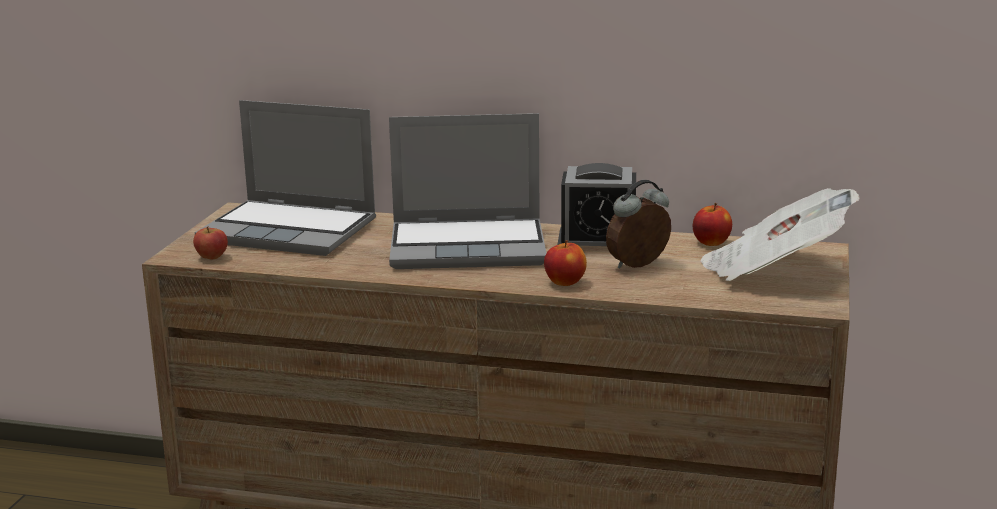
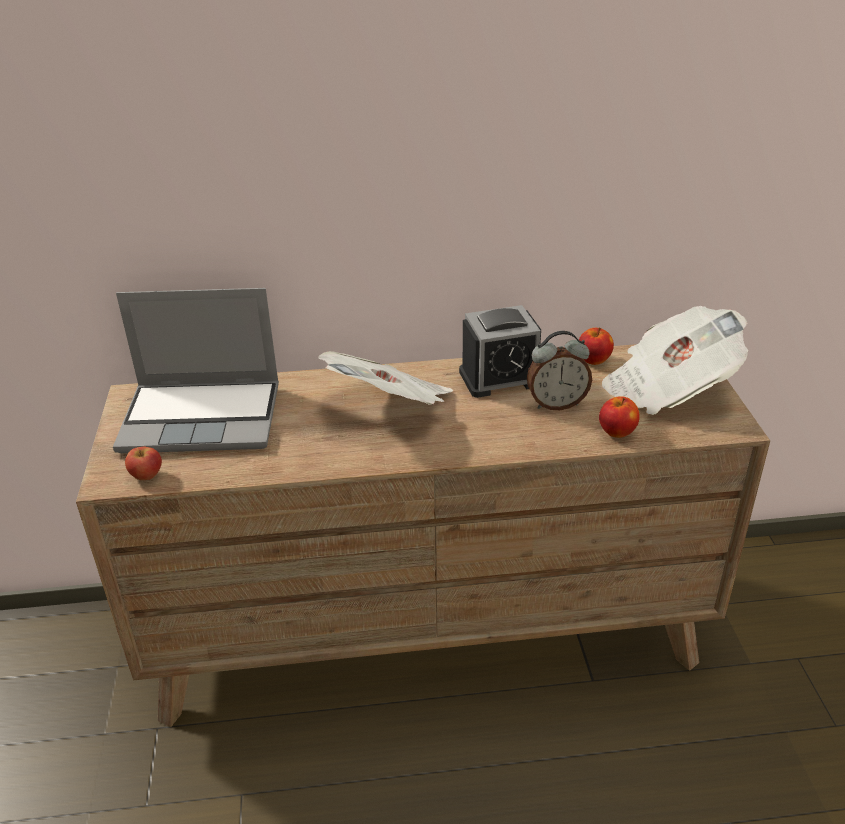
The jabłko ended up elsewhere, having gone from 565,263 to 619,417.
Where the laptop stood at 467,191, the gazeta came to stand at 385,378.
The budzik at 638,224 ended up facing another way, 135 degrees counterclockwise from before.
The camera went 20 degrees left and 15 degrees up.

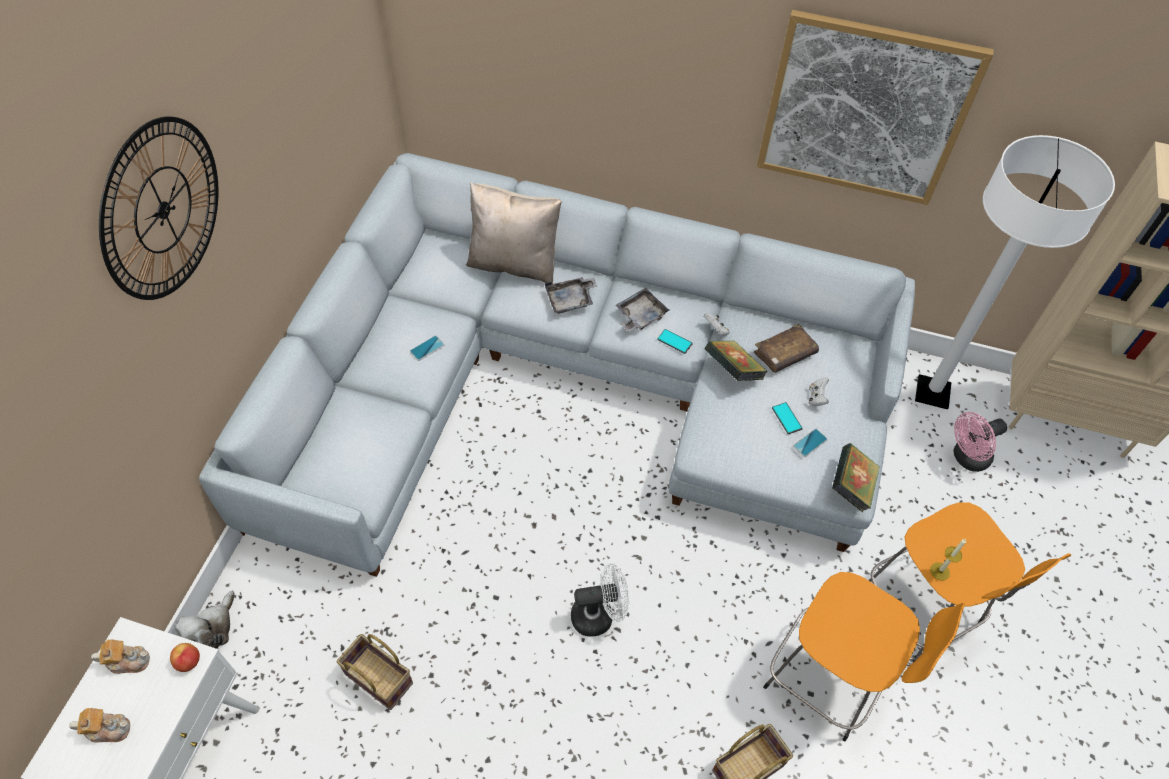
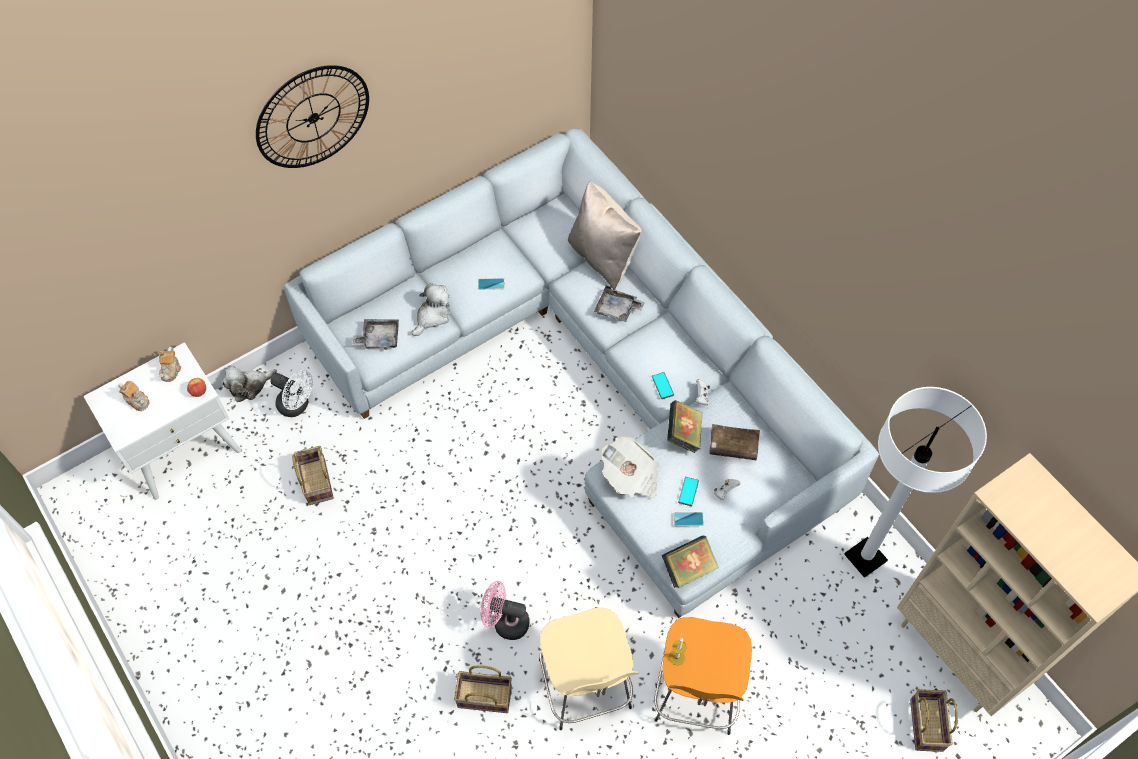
The second view lost the obraz at 875,107.
The second view gained the pluszak at 431,309.
The second view gained the gazeta at 630,467.
The second view gained the koszyk at 934,720.
The wentylator (biały) ended up elsewhere, having gone from 600,600 to 292,393.
The taca (szary) ended up elsewhere, having gone from 642,310 to 375,334.
The wentylator (różowy) ended up elsewhere, having gone from 980,442 to 505,610.
What was the stołek (pomarańczowy) at 864,657 turned into the stołek (beżowy) at 589,669.
The imbryk at 120,656 ended up facing another way, 60 degrees clockwise from before.
The camera went 40 degrees right and 5 degrees up.

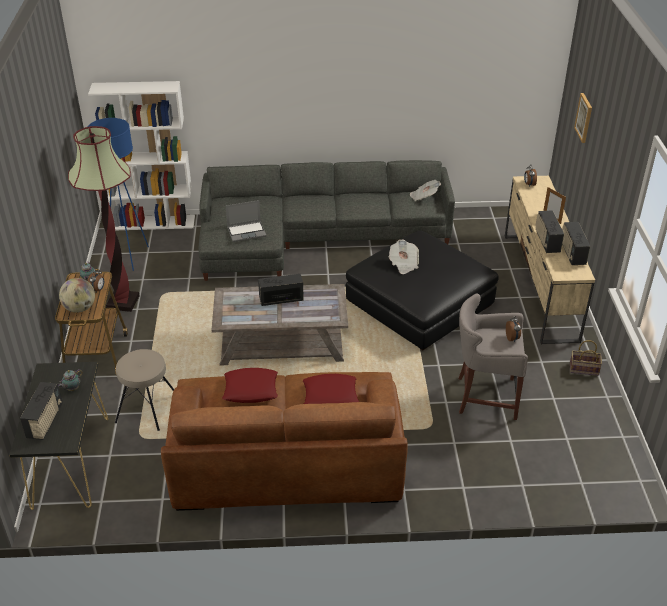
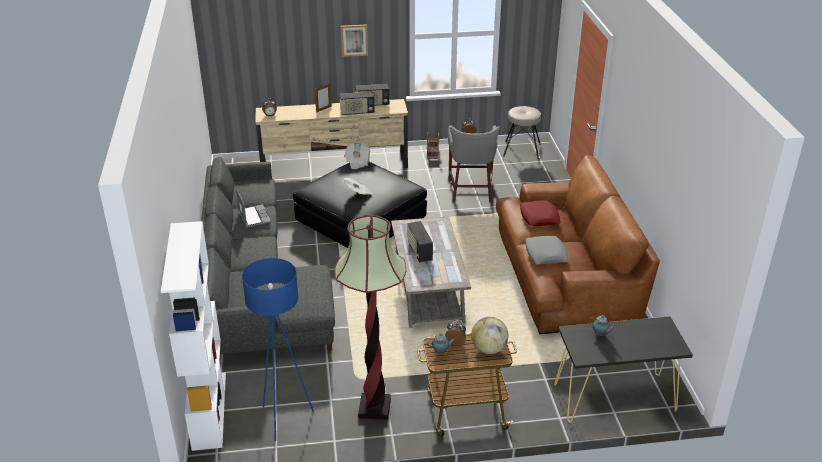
The second view lost the radio at 41,411.
The stołek (beżowy) ended up elsewhere, having gone from 144,390 to 522,133.
The laptop ended up elsewhere, having gone from 246,221 to 253,208.
The gazeta ended up elsewhere, having gone from 425,190 to 357,155.
The obraz ended up elsewhere, having gone from 583,118 to 354,40.
What was the poduszka (czerwony) at 250,385 turned into the poduszka (szary) at 546,250.
The camera went 95 degrees left and 5 degrees down.

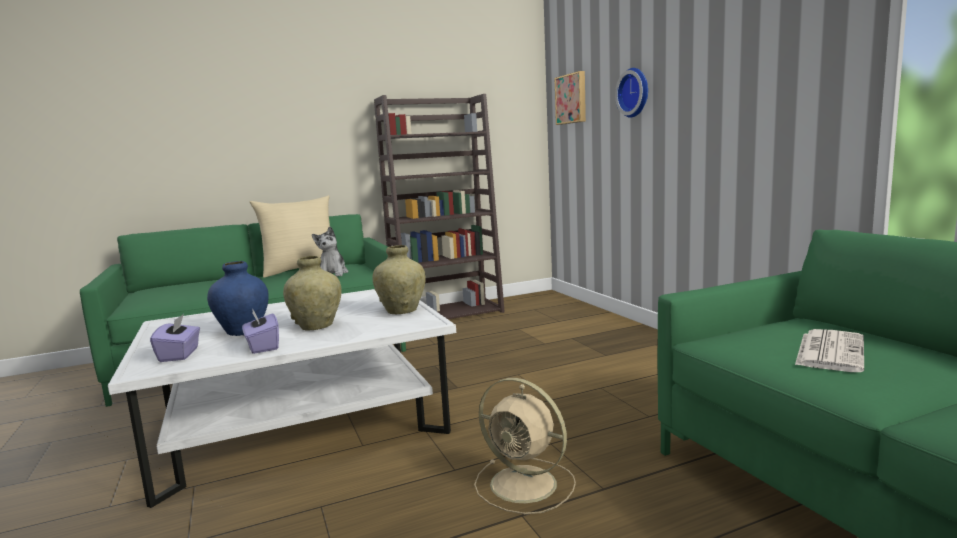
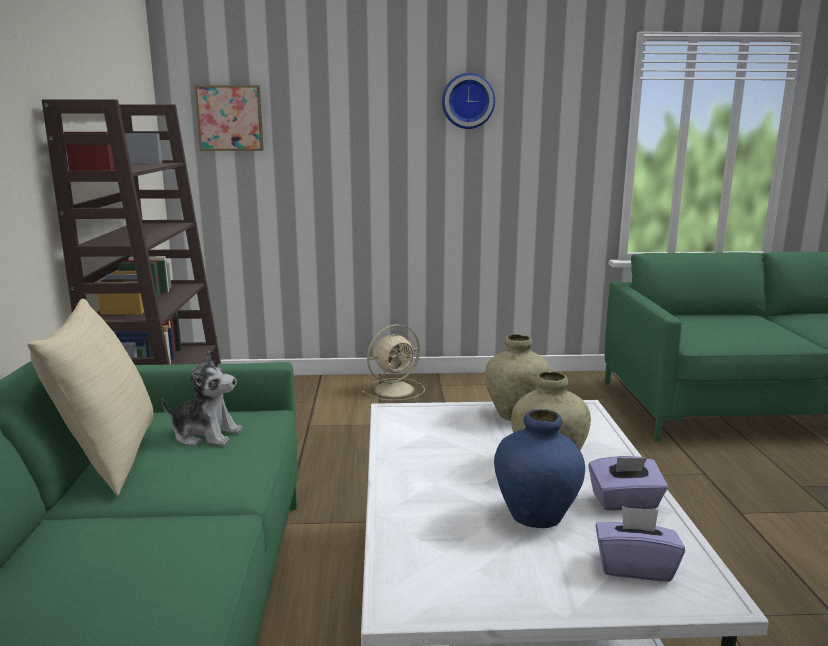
The second view lost the gazeta at 829,350.
The wentylator (beżowy) ended up elsewhere, having gone from 525,446 to 393,362.
The zegar ścienny ended up elsewhere, having gone from 631,93 to 468,101.
The camera went 70 degrees left and 5 degrees up.

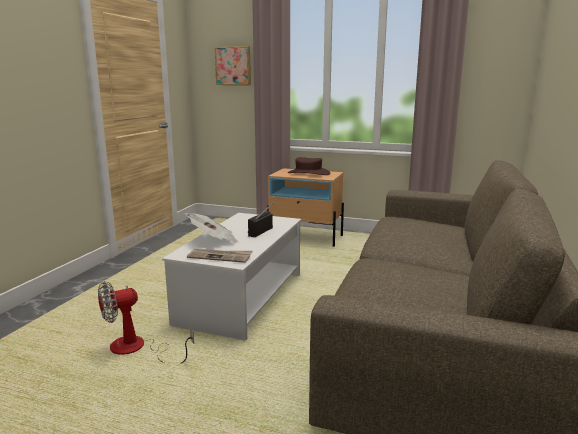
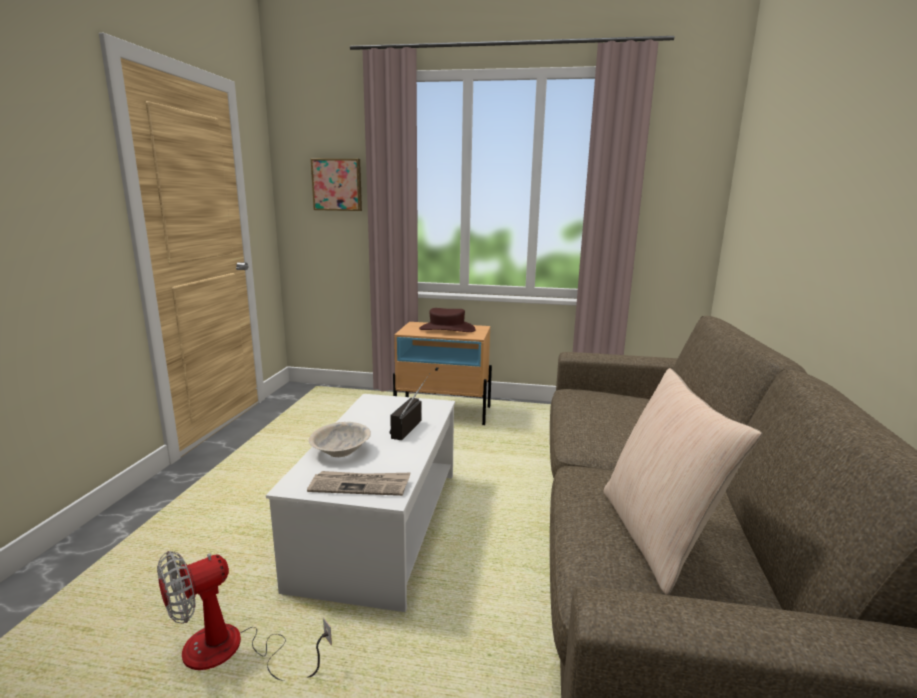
The second view gained the poduszka (beżowy) at 683,481.
Where the gazeta stood at 212,228, the miska (beżowy) came to stand at 340,439.
The camera went 10 degrees left and 0 degrees up.

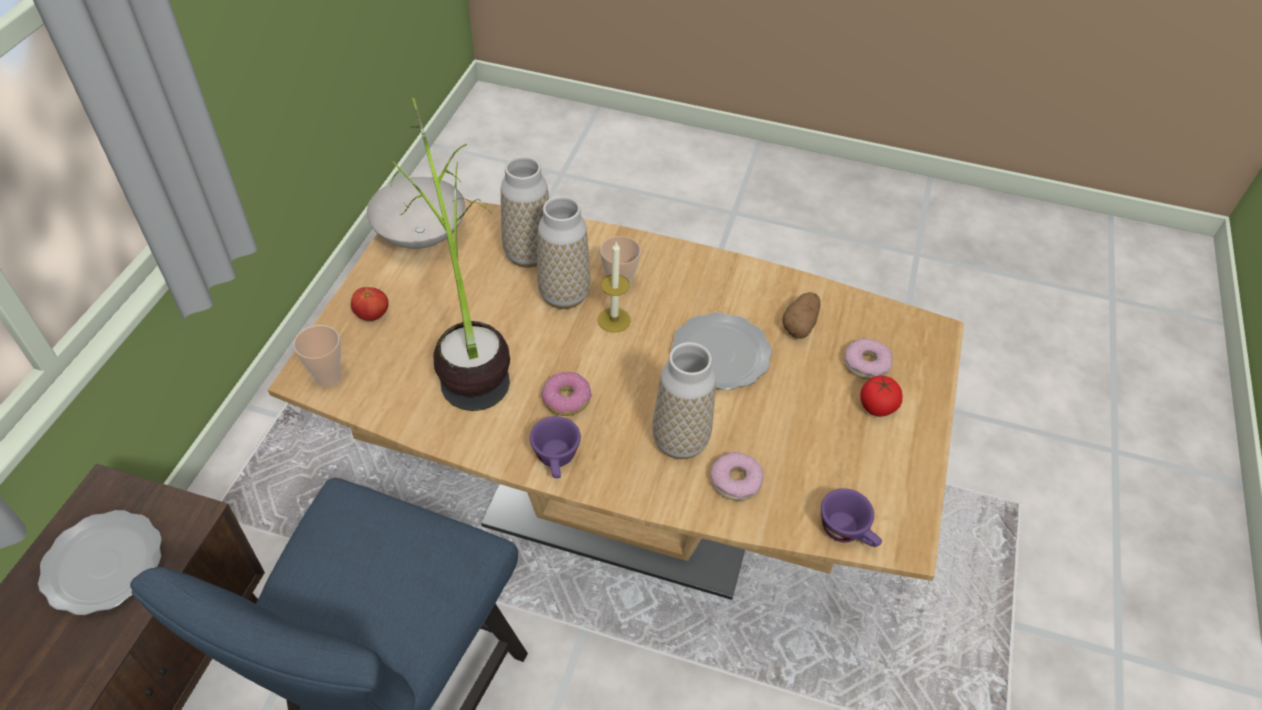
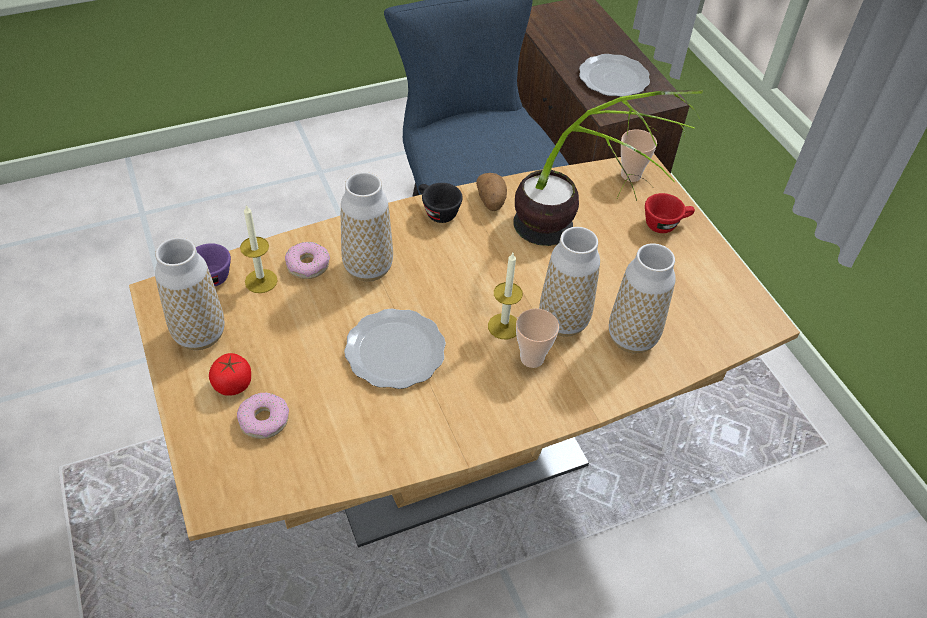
The second view lost the miska (biały) at 416,213.
The second view lost the donut at 567,394.
The second view gained the wazon at 189,293.
The second view gained the świeca at 259,248.
The ziemniak ended up elsewhere, having gone from 802,315 to 491,192.
Where the pomidor stood at 370,304, the filiżanka (czerwony) came to stand at 670,213.
What was the filiżanka (fioletowy) at 555,447 turned into the filiżanka (czarny) at 440,203.
The camera went 140 degrees right and 0 degrees up.

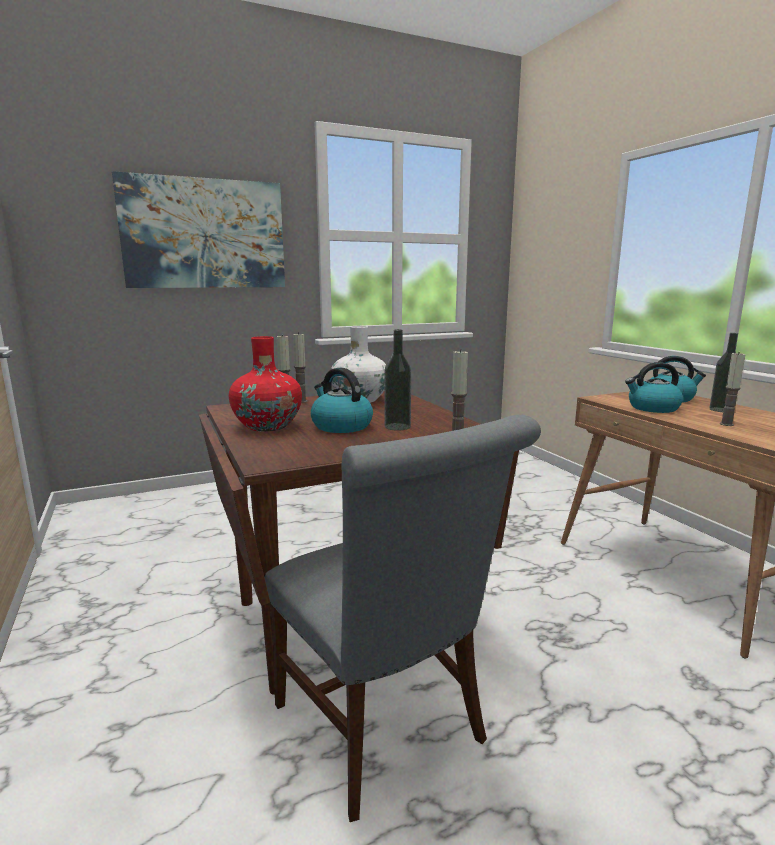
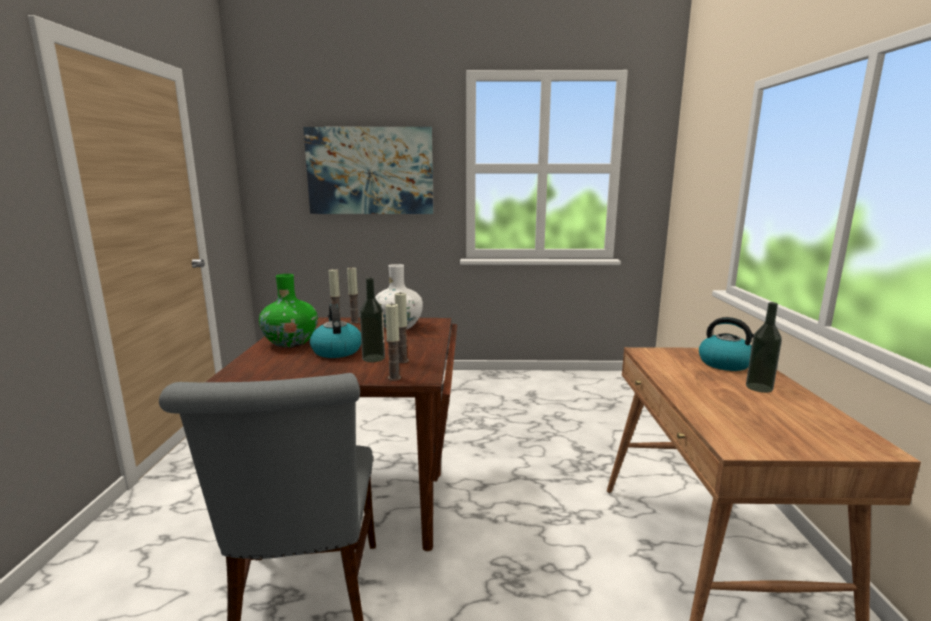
The second view lost the czajnik at 654,387.
The świeca ended up elsewhere, having gone from 733,389 to 402,327.
What was the wazon (czerwony) at 265,383 turned into the wazon (zielony) at 288,311.
The camera went 25 degrees right and 0 degrees up.

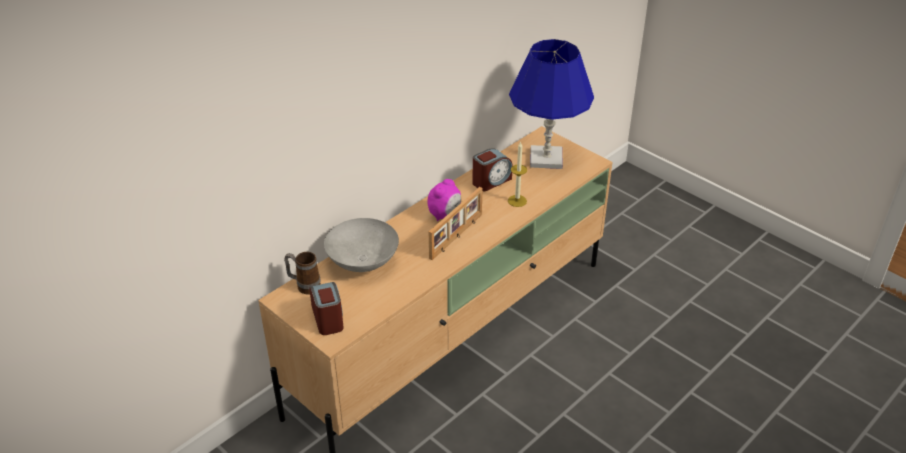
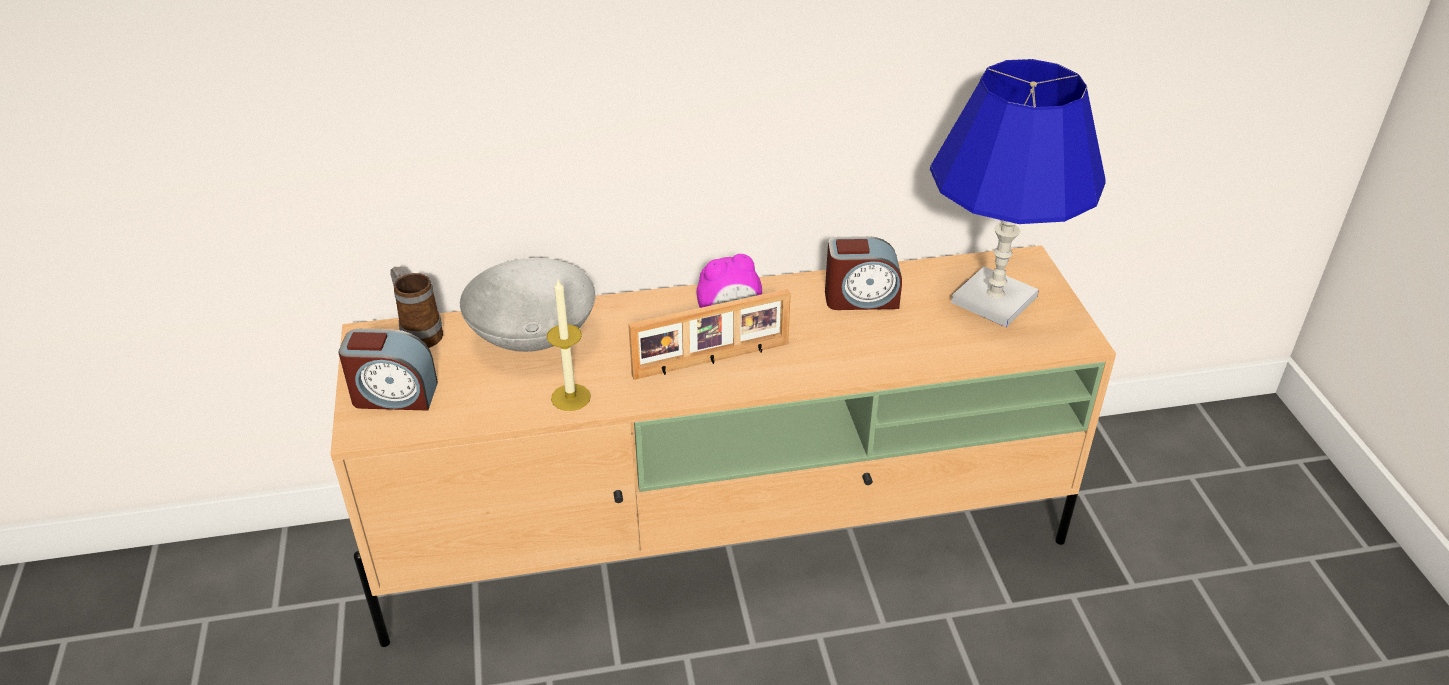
The świeca ended up elsewhere, having gone from 517,174 to 569,345.
The budzik at 327,308 ended up facing another way, 75 degrees clockwise from before.
The camera went 35 degrees right and 0 degrees up.

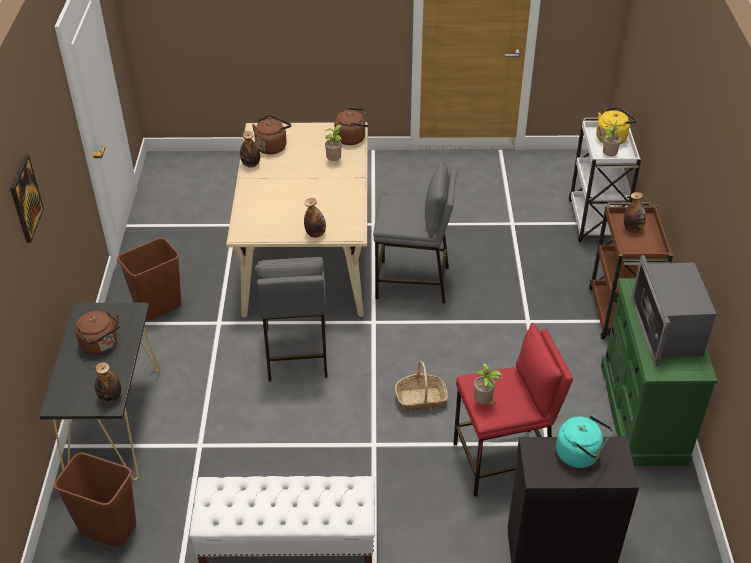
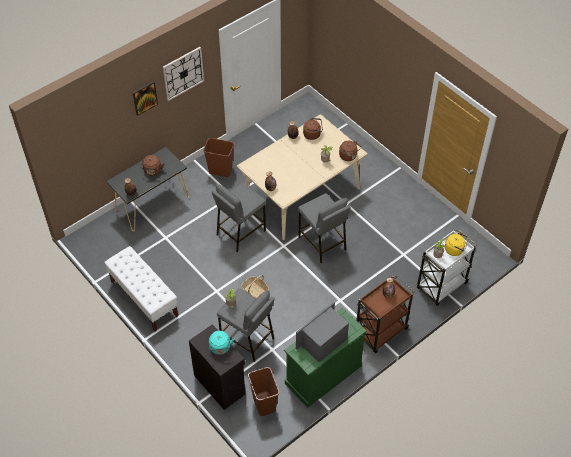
The second view gained the zegar ścienny at 183,74.
The kosz na śmieci (brązowy) ended up elsewhere, having gone from 95,499 to 263,391.
What was the stołek (czerwony) at 513,410 turned into the stołek (szary) at 246,325.
The camera went 50 degrees right and 10 degrees up.

